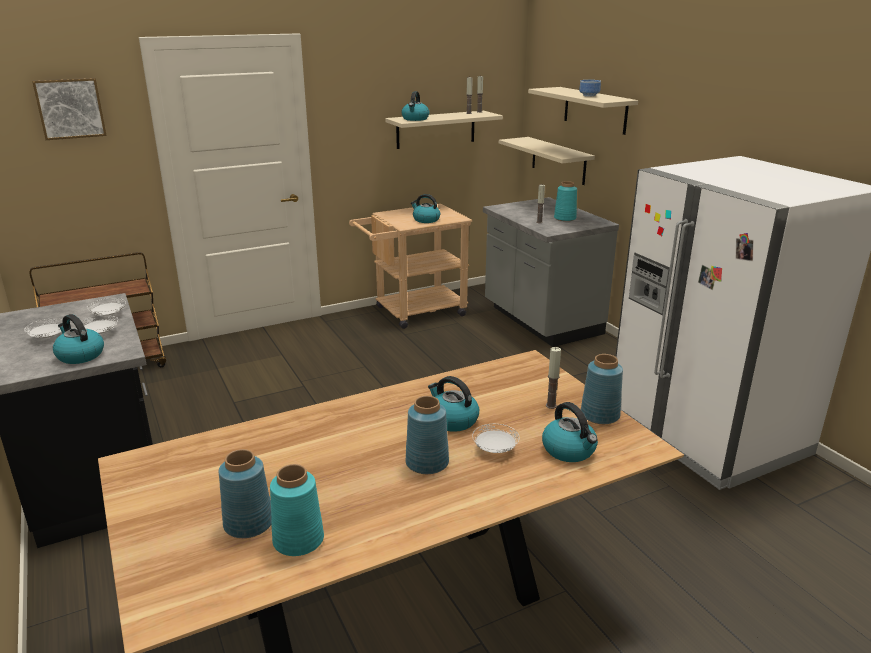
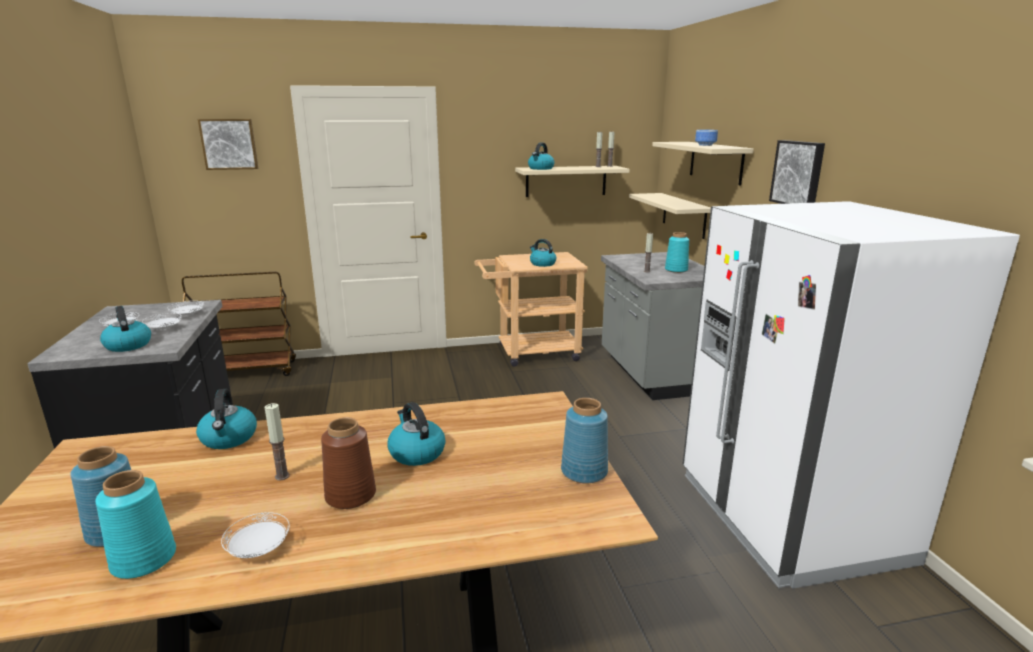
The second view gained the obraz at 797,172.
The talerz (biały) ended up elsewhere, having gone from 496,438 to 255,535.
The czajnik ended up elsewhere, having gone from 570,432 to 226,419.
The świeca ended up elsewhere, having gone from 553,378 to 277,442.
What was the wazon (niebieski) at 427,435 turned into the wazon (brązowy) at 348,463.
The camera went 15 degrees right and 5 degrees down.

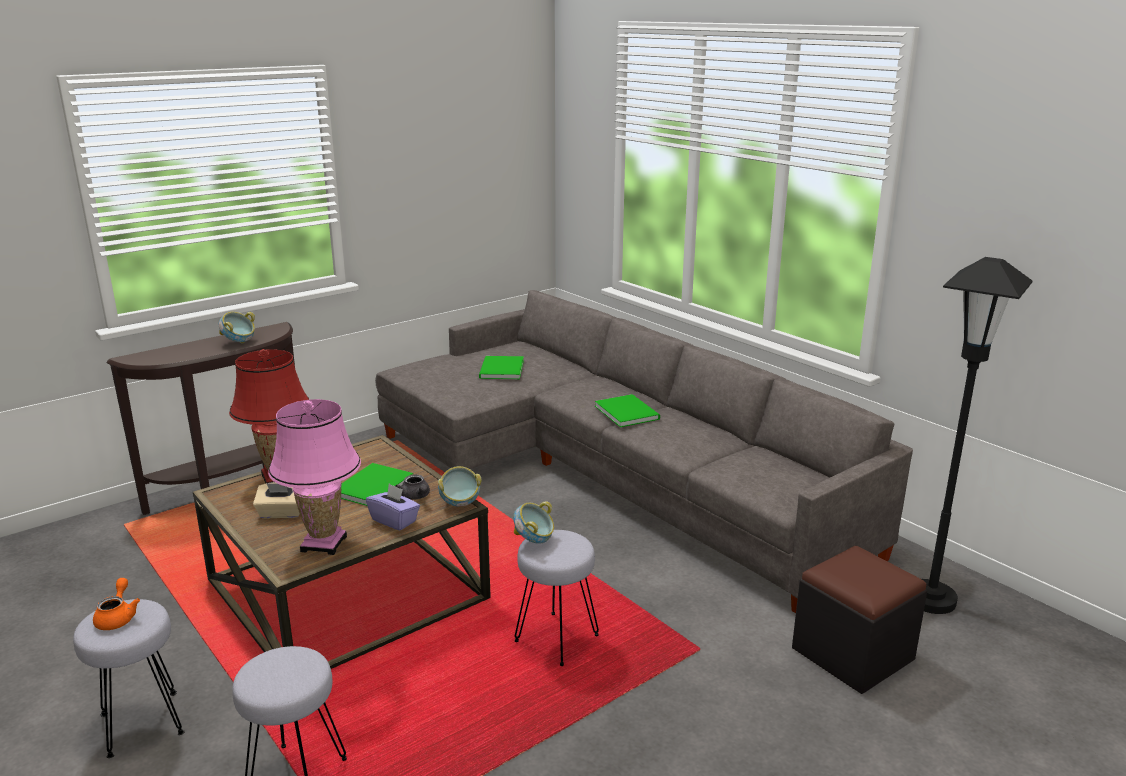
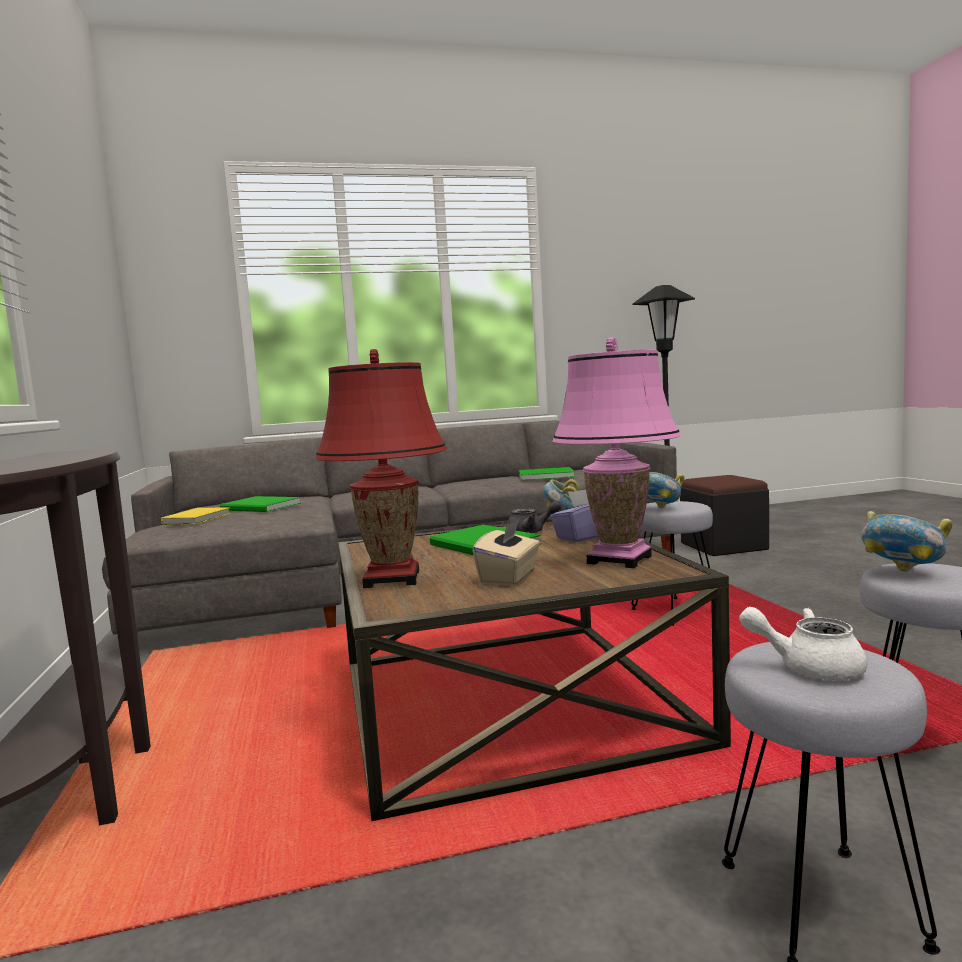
The second view gained the książka (żółty) at 196,516.
The miska ended up elsewhere, having gone from 237,327 to 906,541.
The książka (zielony) ended up elsewhere, having gone from 627,410 to 547,473.
What was the imbryk (pomarańczowy) at 116,604 turned into the imbryk (biały) at 803,643.
The camera went 65 degrees left and 15 degrees down.

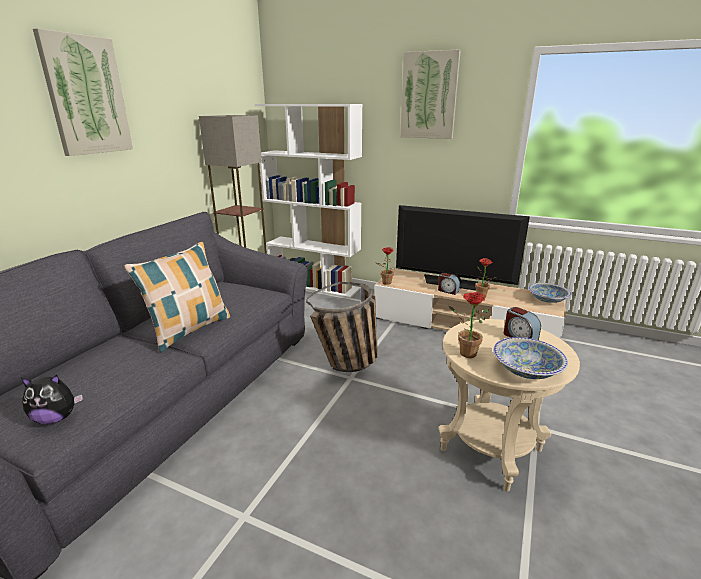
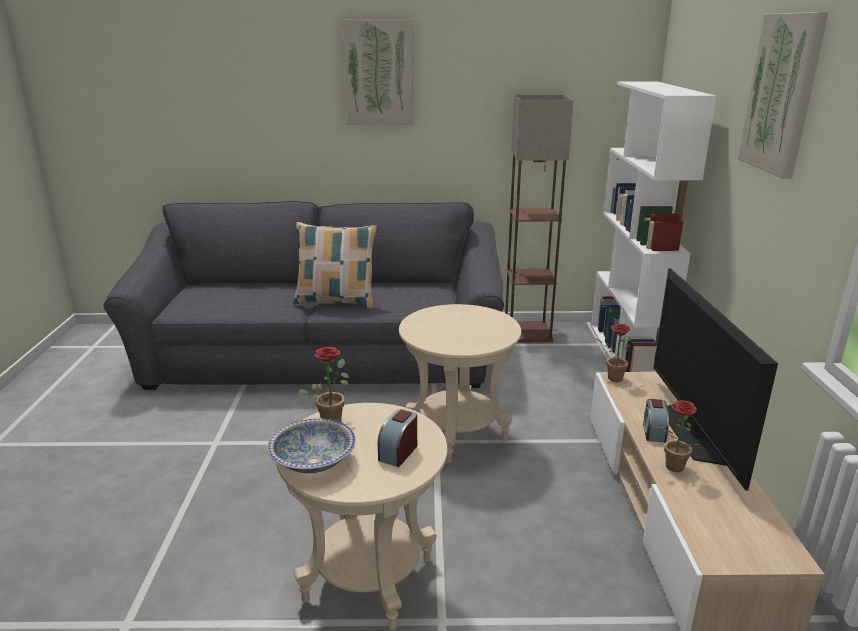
The second view lost the pluszak at 52,399.
The second view lost the miska at 549,293.
Where the koszyk stood at 342,327, the stolik (beżowy) came to stand at 460,383.
The camera went 65 degrees right and 0 degrees up.

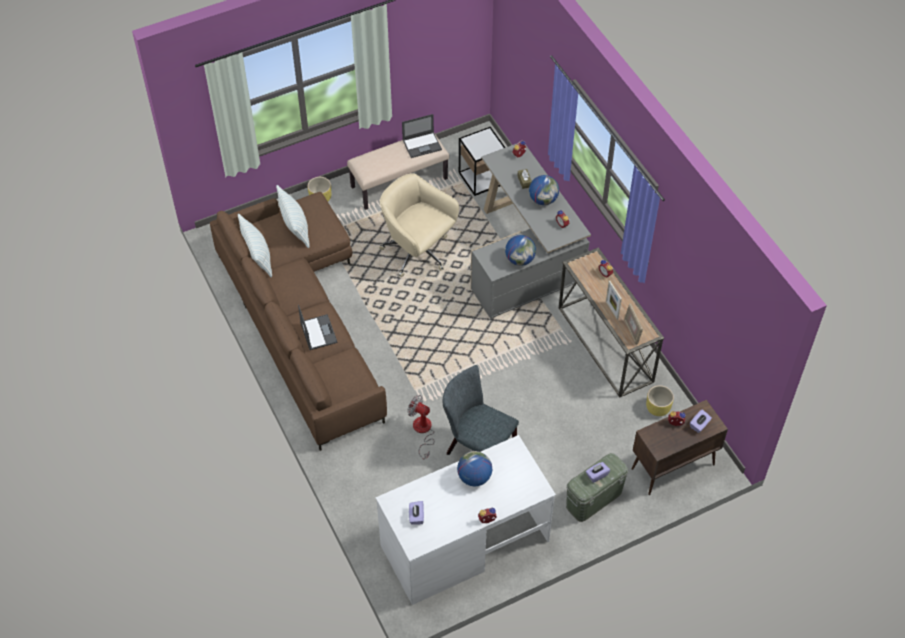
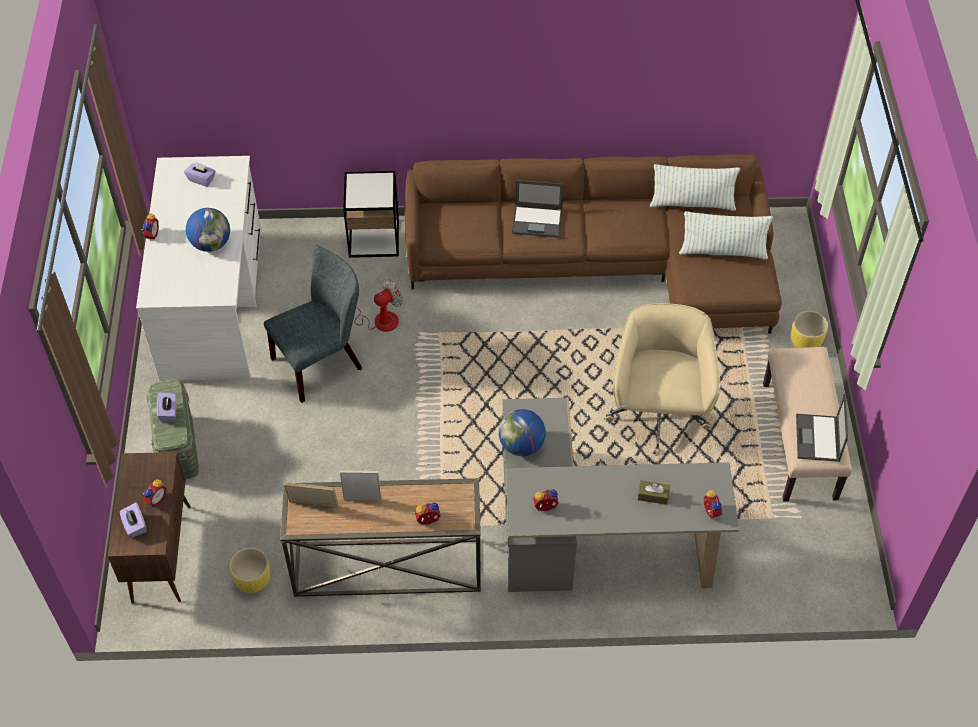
The second view lost the globus at 544,190.
The stolik ended up elsewhere, having gone from 482,161 to 371,214.
The krzesło biurowe (beżowy) at 419,225 ended up facing another way, 60 degrees counterclockwise from before.
The camera went 115 degrees right and 0 degrees up.

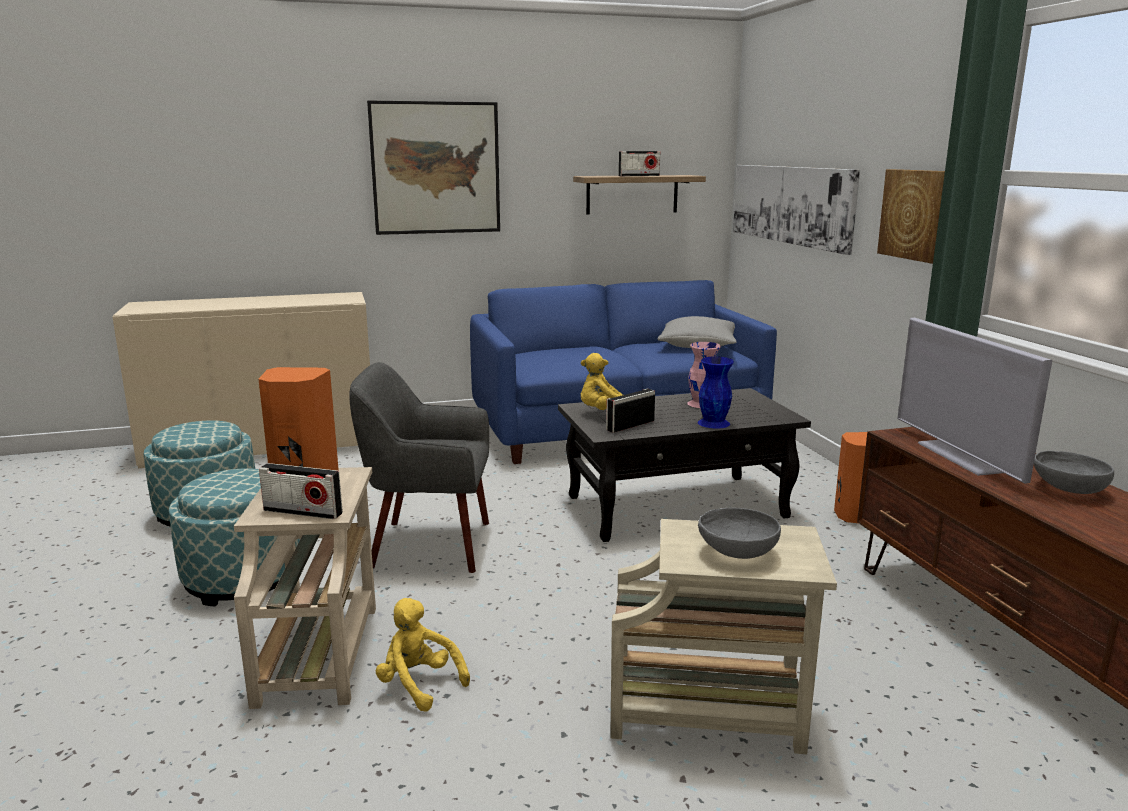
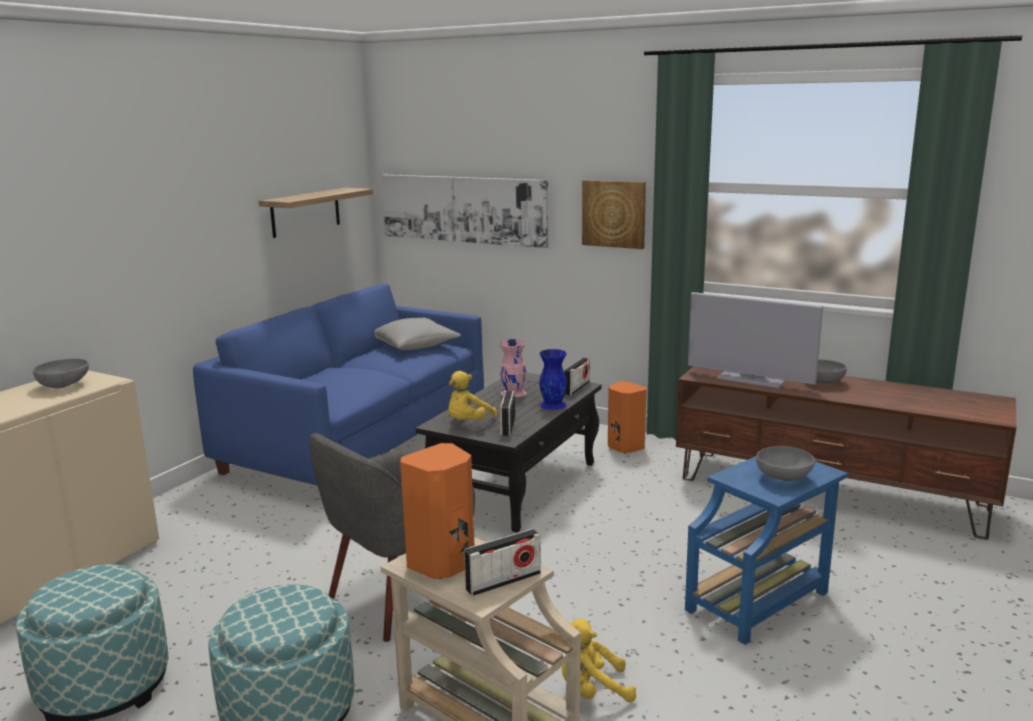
The second view lost the obraz at 433,168.
The second view gained the miska (szary) at 61,373.
The radio ended up elsewhere, having gone from 639,163 to 577,376.
What was the stolik (beżowy) at 723,636 turned into the stolik (niebieski) at 766,550.
The camera went 45 degrees left and 0 degrees up.

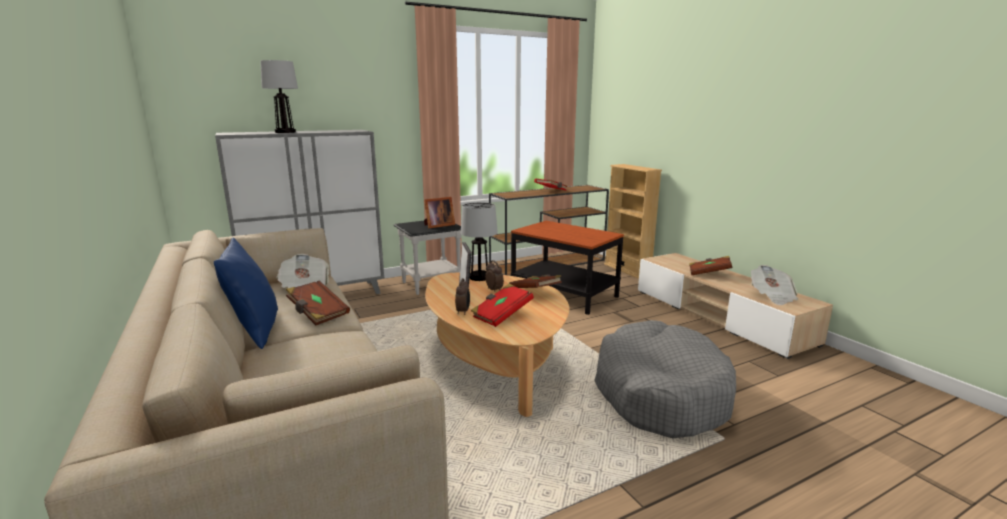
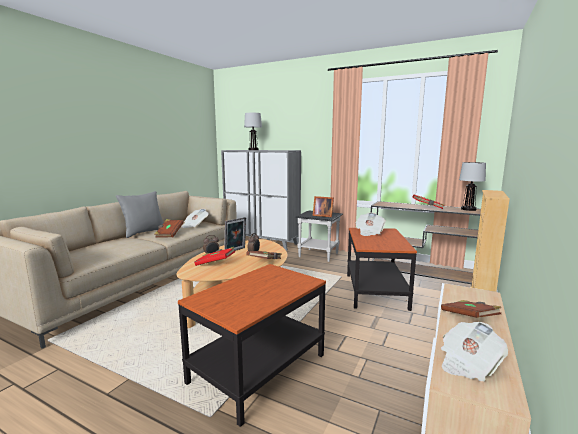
The second view gained the gazeta at 371,224.
The lampa stołowa ended up elsewhere, having gone from 479,241 to 472,186.
Where the legowisko (szary) stood at 665,379, the stolik came to stand at 252,345.
What was the poduszka (niebieski) at 246,293 turned into the poduszka (szary) at 140,214.
The camera went 55 degrees right and 5 degrees down.

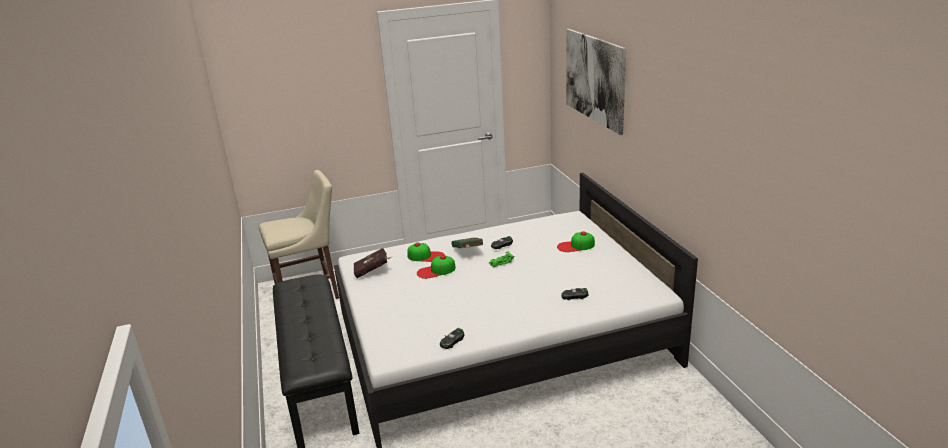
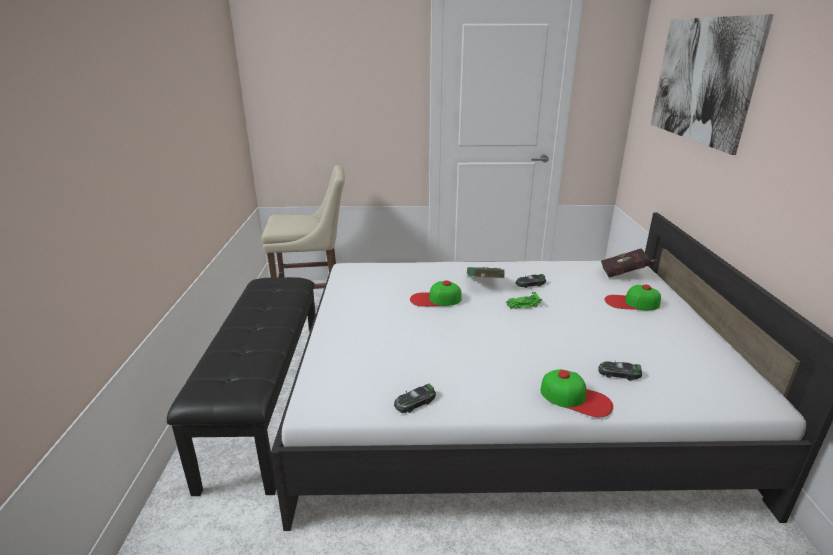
The książka (czerwony) ended up elsewhere, having gone from 373,263 to 629,263.
The czapka z daszkiem ended up elsewhere, having gone from 426,252 to 576,393.
The camera went 15 degrees right and 0 degrees up.

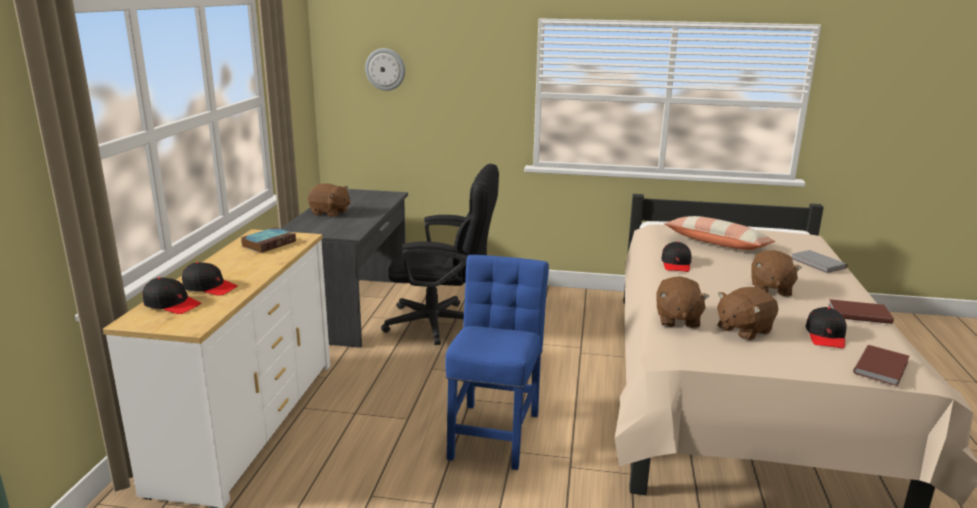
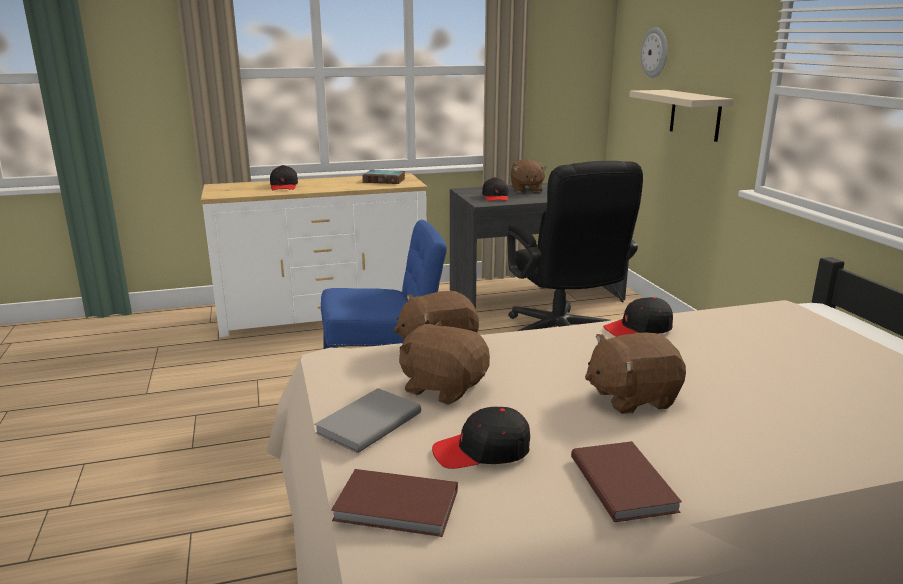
The second view lost the poduszka at 719,233.
The second view gained the półka (beżowy) at 681,116.
The czapka z daszkiem (czarny) ended up elsewhere, having gone from 172,295 to 495,189.
The książka (szary) ended up elsewhere, having gone from 819,261 to 367,420.
The camera went 65 degrees right and 0 degrees up.

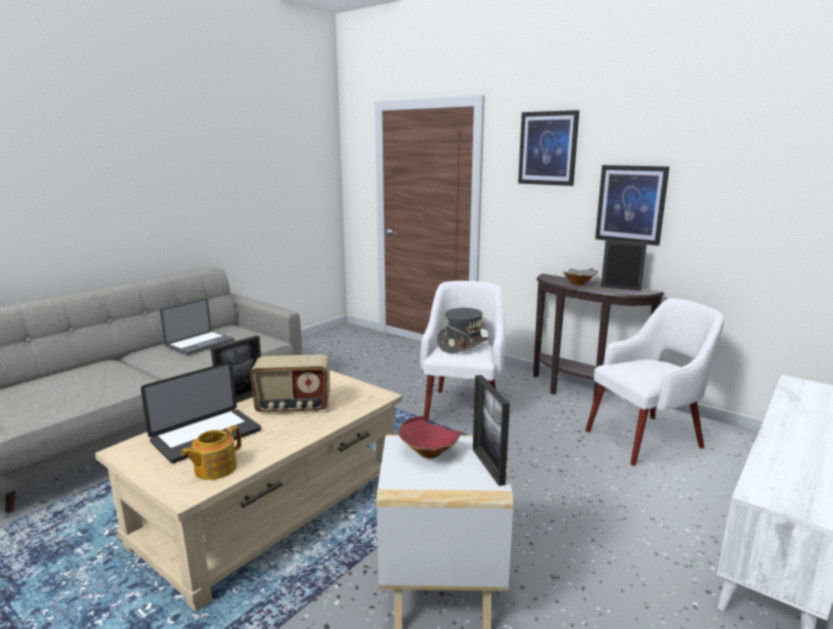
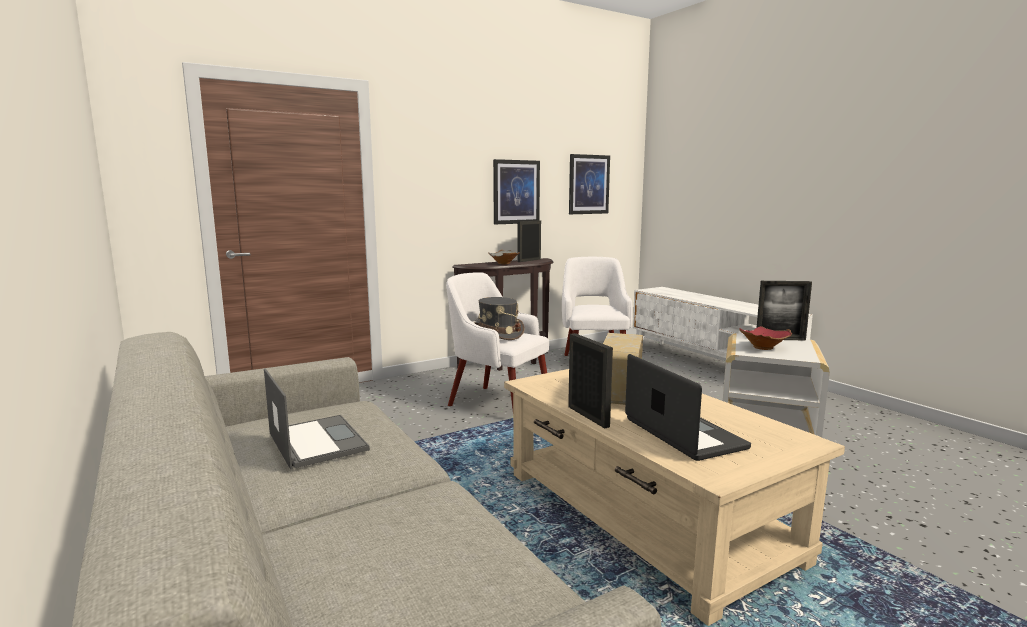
The second view lost the imbryk at 211,452.
The obraz ended up elsewhere, having gone from 548,148 to 589,184.
The camera went 70 degrees left and 5 degrees down.

